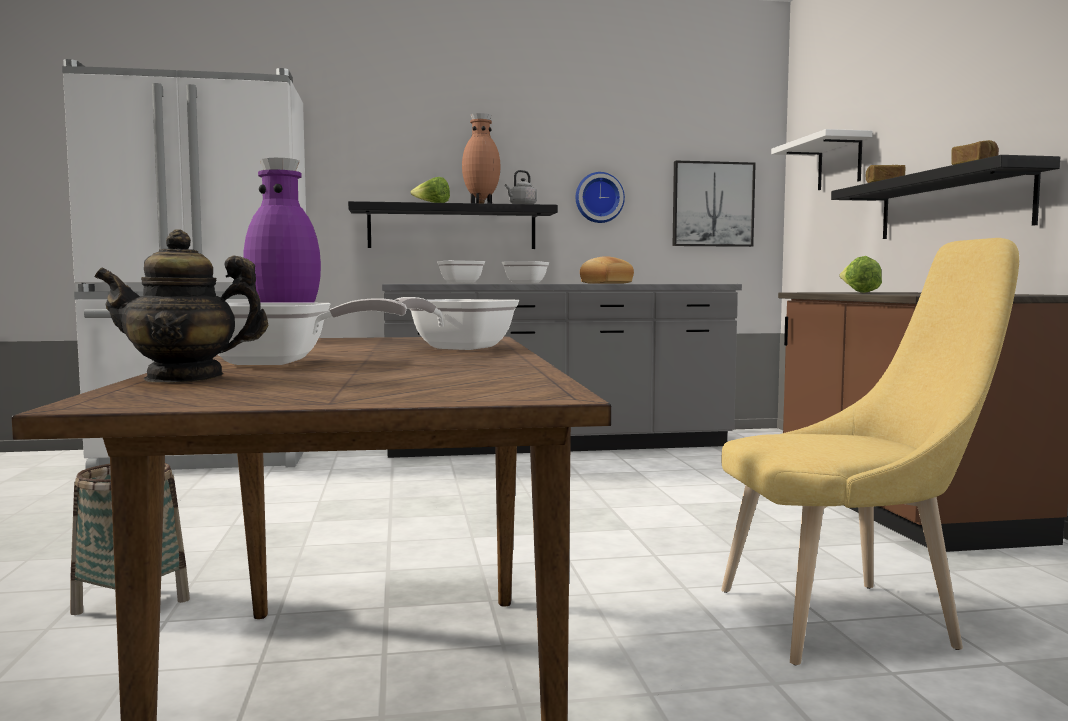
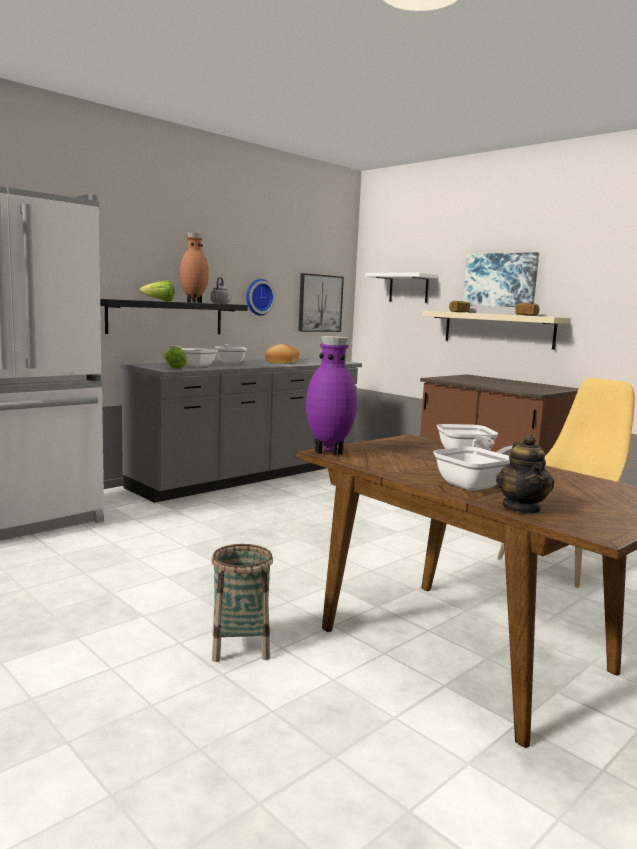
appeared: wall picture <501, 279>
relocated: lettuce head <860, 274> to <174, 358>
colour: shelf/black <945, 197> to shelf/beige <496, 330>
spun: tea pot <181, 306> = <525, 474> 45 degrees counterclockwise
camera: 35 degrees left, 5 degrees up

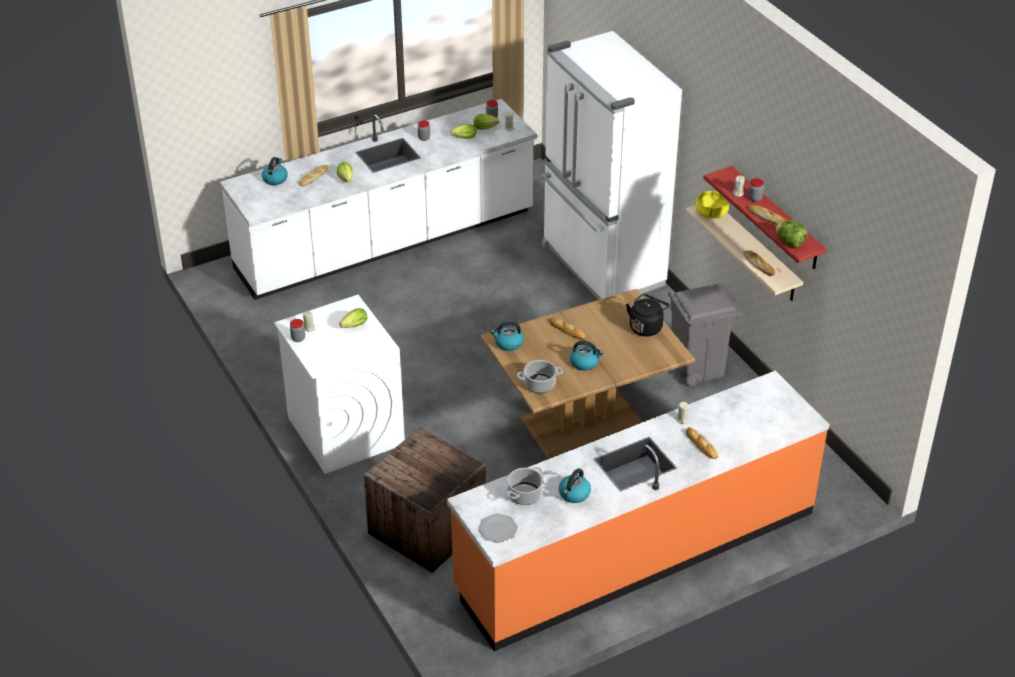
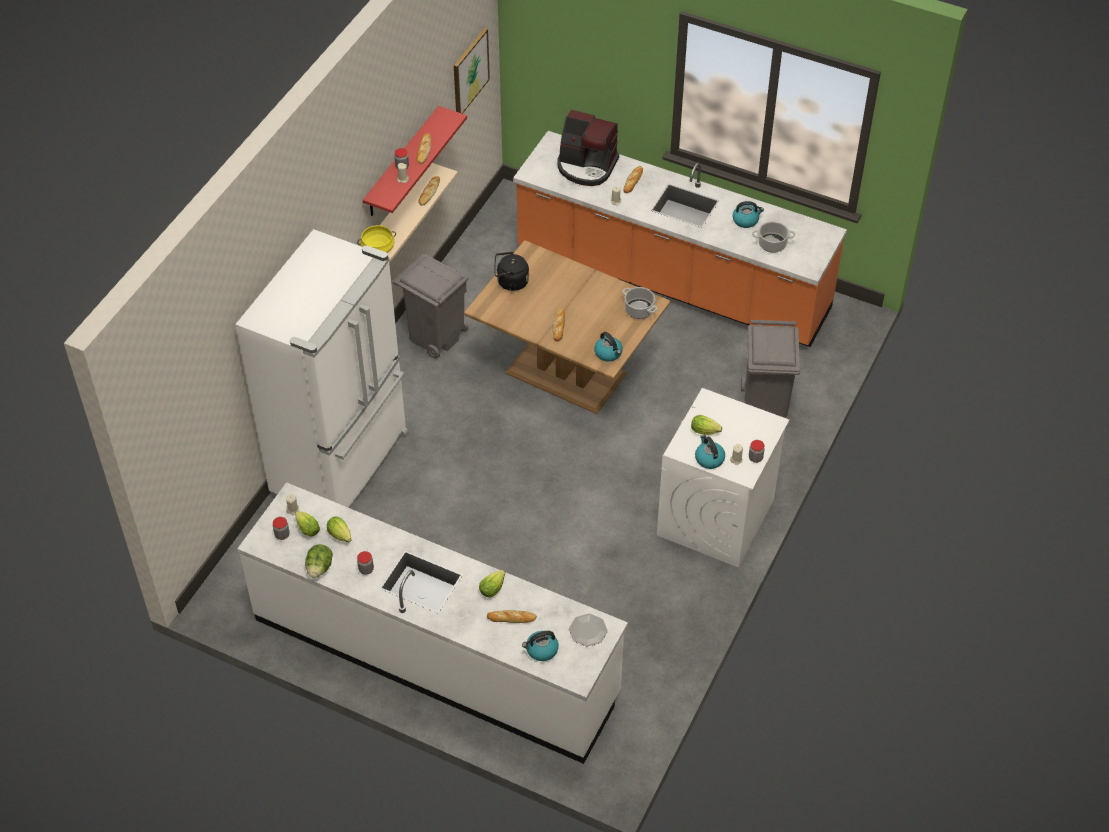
appeared: wall picture <472, 71>; coffee machine <588, 148>
relocated: dinner plate <498, 528> to <588, 630>; tea kettle <587, 356> to <710, 452>; lettuce head <791, 233> to <319, 561>
exchanged: crate <425, 500> to rubbish bin/greyish <770, 368>
camera: 125 degrees left, 10 degrees up

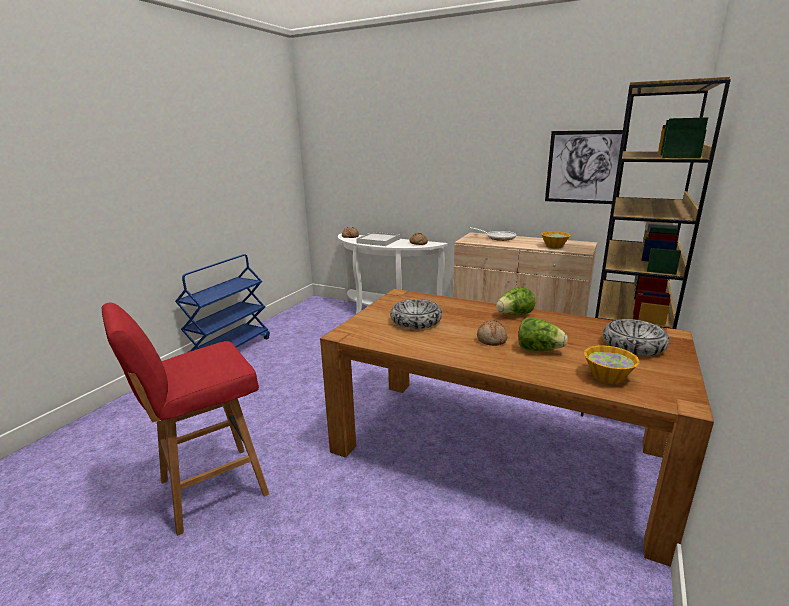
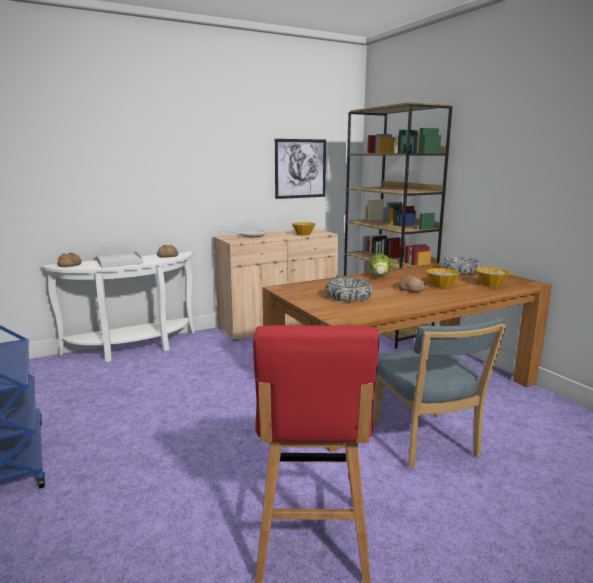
appeared: plain chair/bluish <439, 393>
exchanged: lettuce head <543, 334> to deep dish <443, 278>
camera: 55 degrees left, 5 degrees down

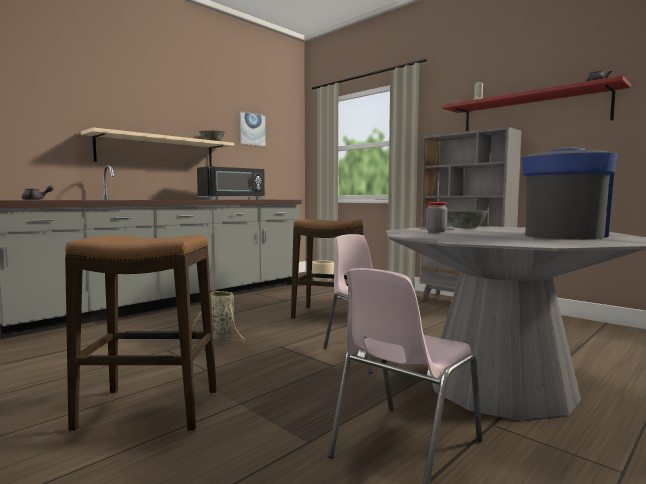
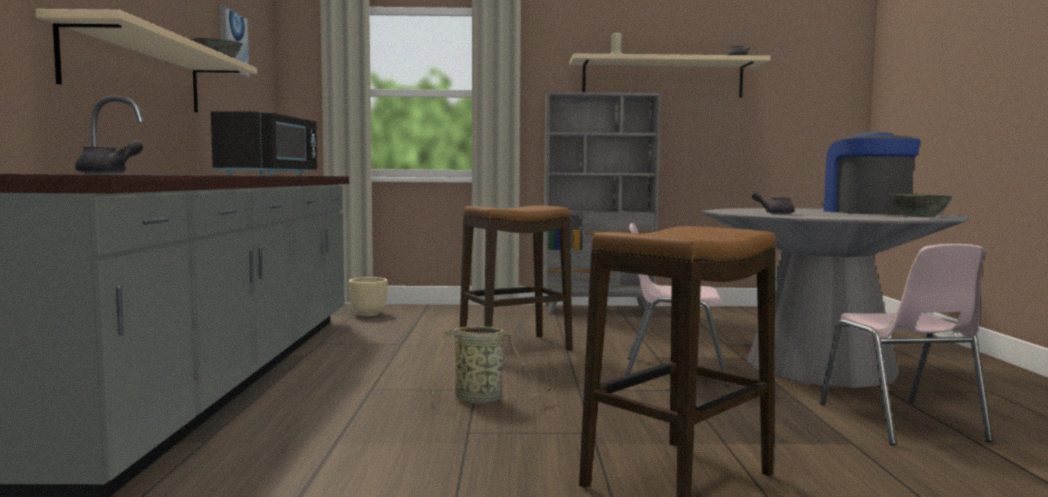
relocated: deep dish/greyish <467, 219> to <919, 205>
exchanged: storage jar <436, 217> to tea pot/greyish <773, 203>
colour: shelf/red <536, 103> to shelf/beige <670, 75>
camera: 45 degrees left, 0 degrees up

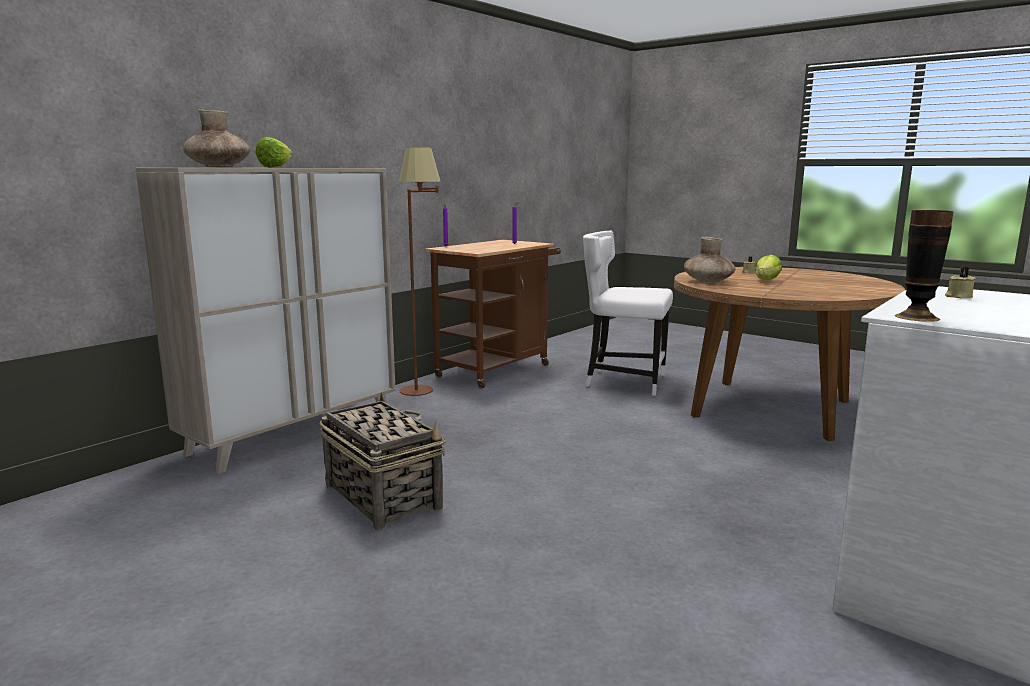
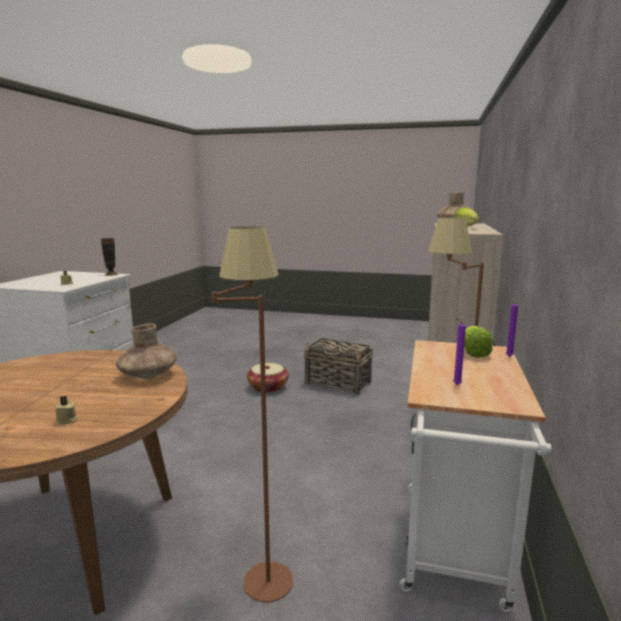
appeared: basket <268, 378>
relocated: lettuce head <768, 267> to <478, 342>
exchanged: plain chair/white-coloured <628, 313> to standing lamp/brown-coloured <252, 414>
colour: cart/brown-coloured <493, 314> to cart/white-coloured <476, 476>
camera: 155 degrees right, 0 degrees up

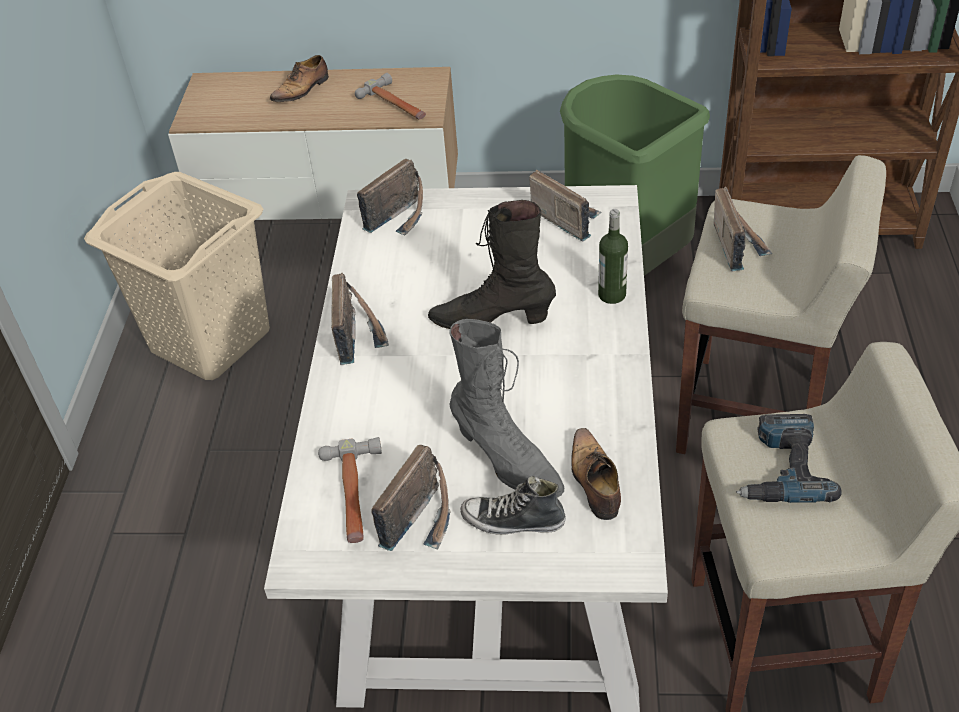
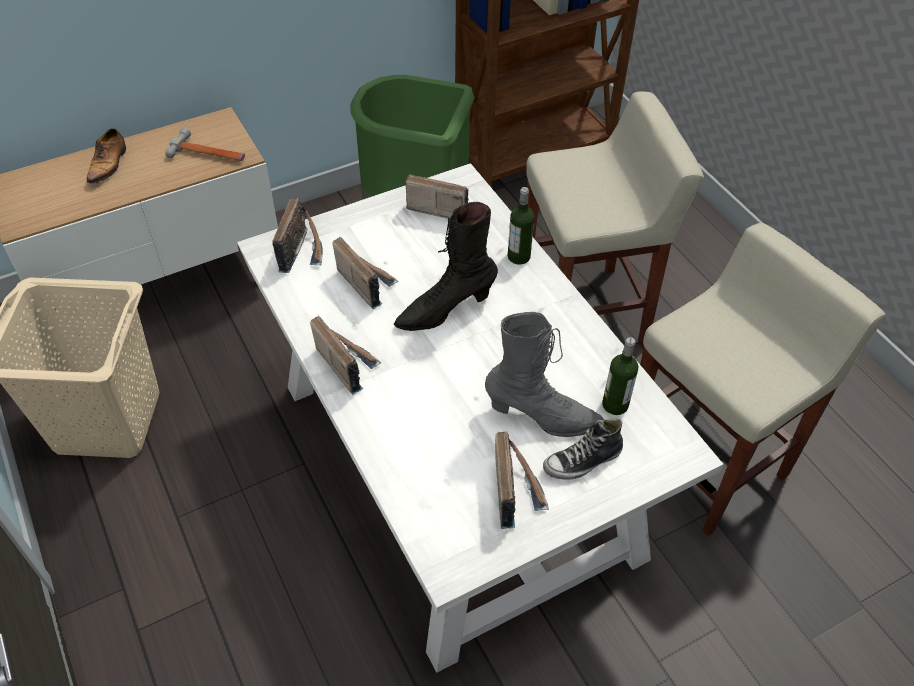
missing: hand hammer <350, 490>; power drill <789, 458>
relocated: radio set <743, 228> to <365, 273>
exchanged: low shoe <596, 474> to drink bottle <620, 376>
camera: 35 degrees left, 5 degrees up

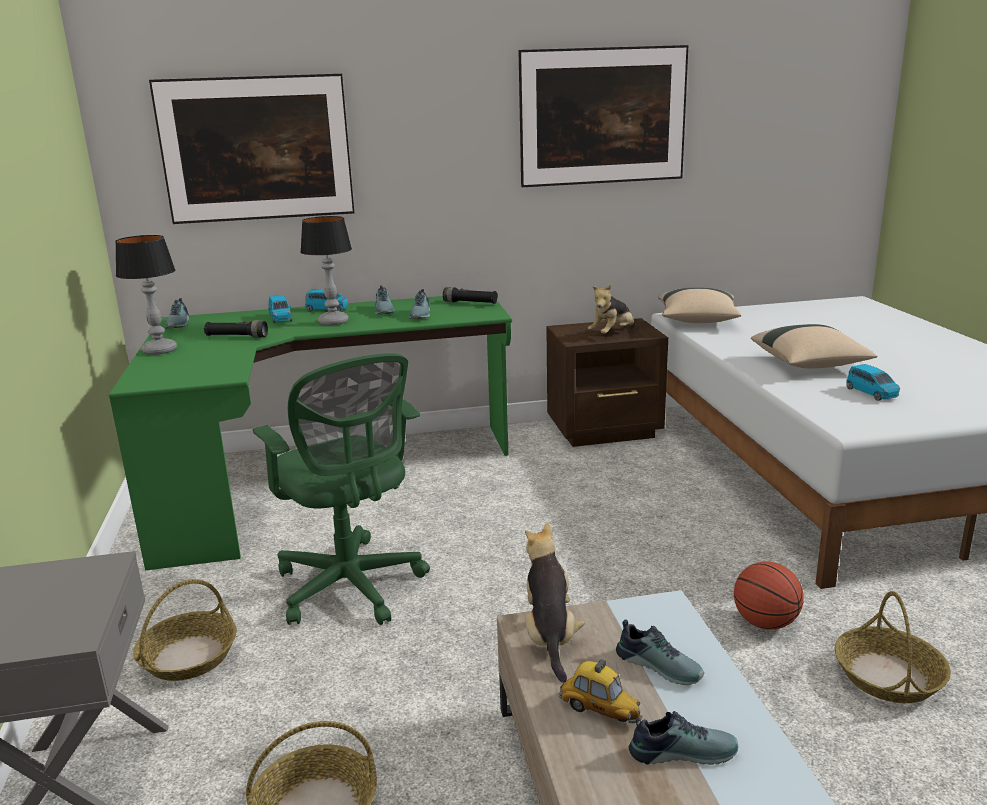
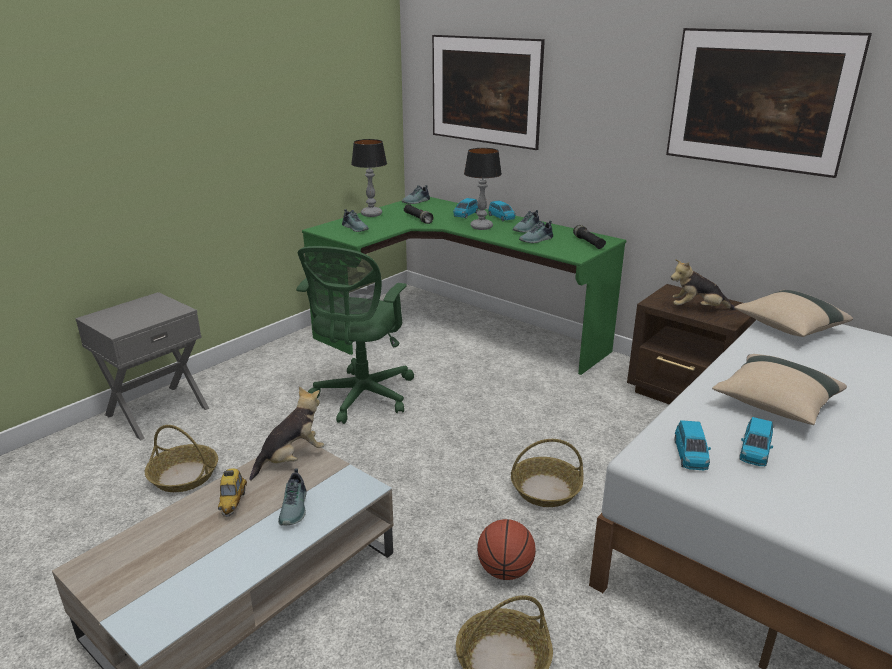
appeared: miniature car/bluish <692, 445>
relocated: basket <185, 630> to <547, 473>; low shoe <683, 738> to <355, 220>
camera: 50 degrees right, 5 degrees up

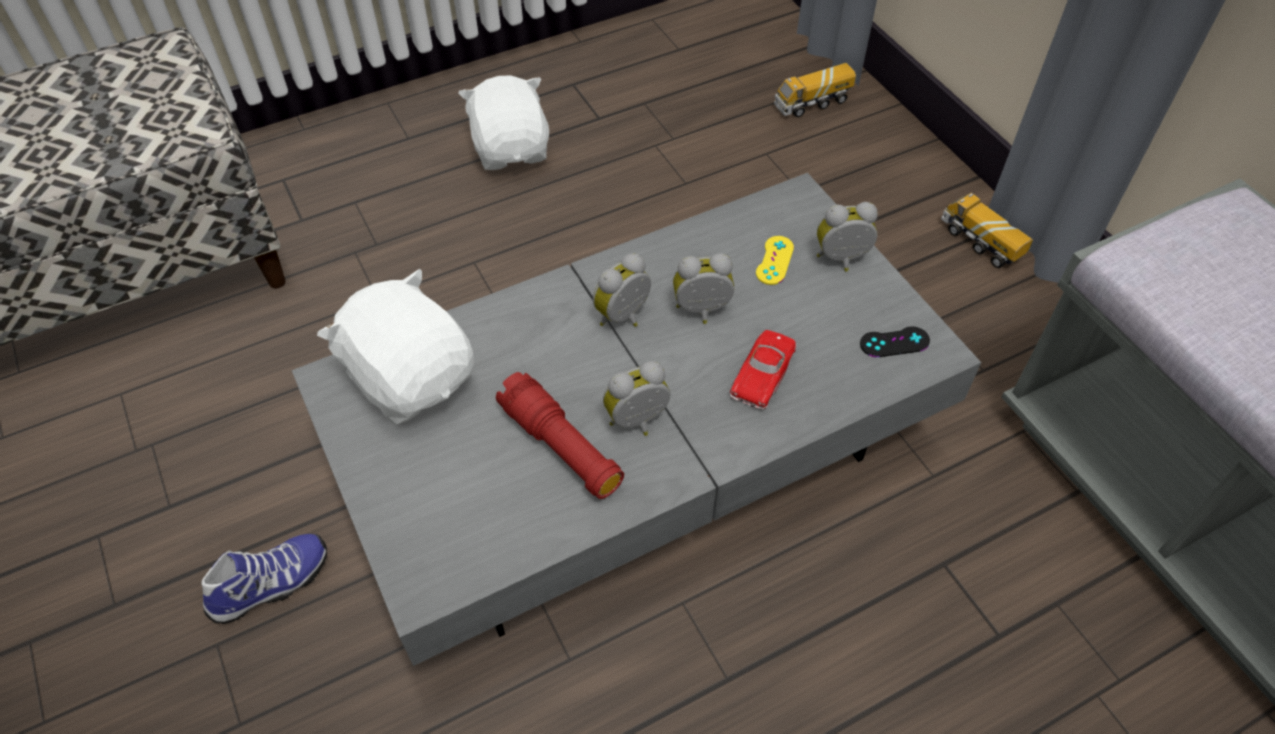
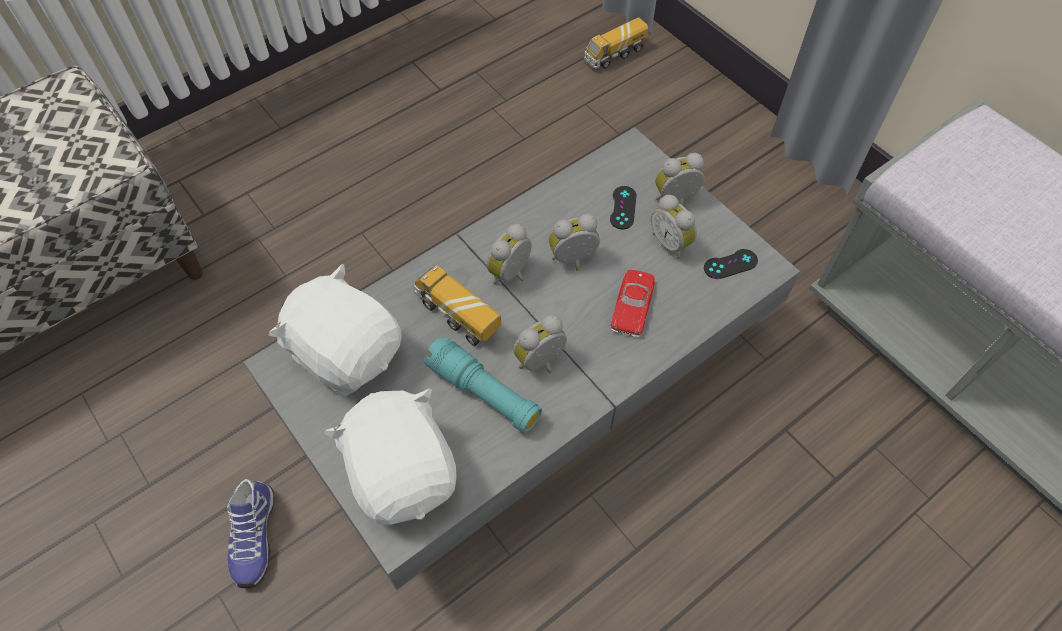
appeared: table clock <674, 227>
relocated: plush toy/white-coloured <503, 122> to <390, 457>; toy truck <987, 230> to <457, 305>
colour: hand torch/red <560, 435> to hand torch/turquoise <483, 385>; joypad/yellowish <775, 260> to joypad/black <623, 207>
spun: low shoe <264, 579> = <250, 533> 135 degrees clockwise
camera: 10 degrees left, 5 degrees up

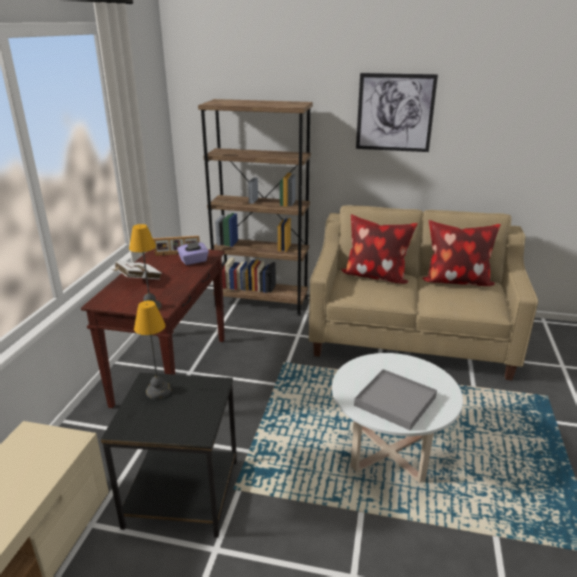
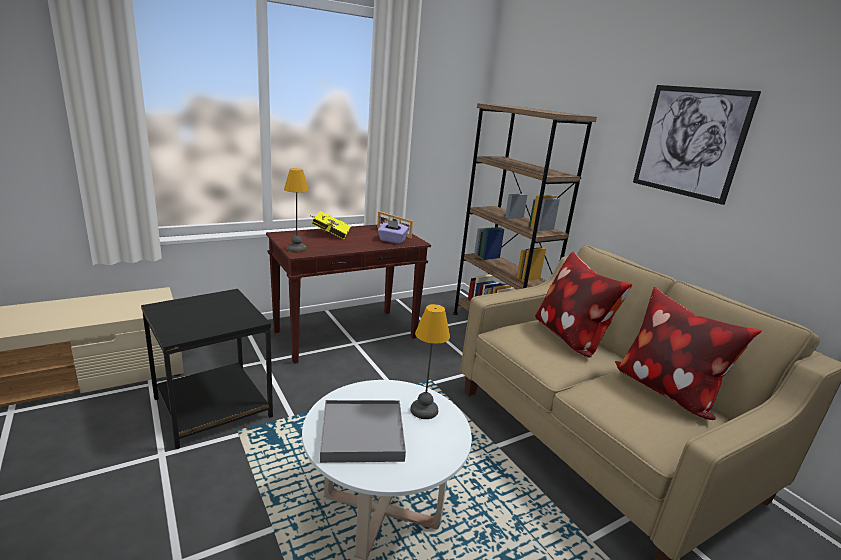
relocated: table lamp <152, 350> to <430, 361>
colour: volume/white-coloured <136, 270> to volume/yellowish <331, 225>
camera: 45 degrees right, 5 degrees down

